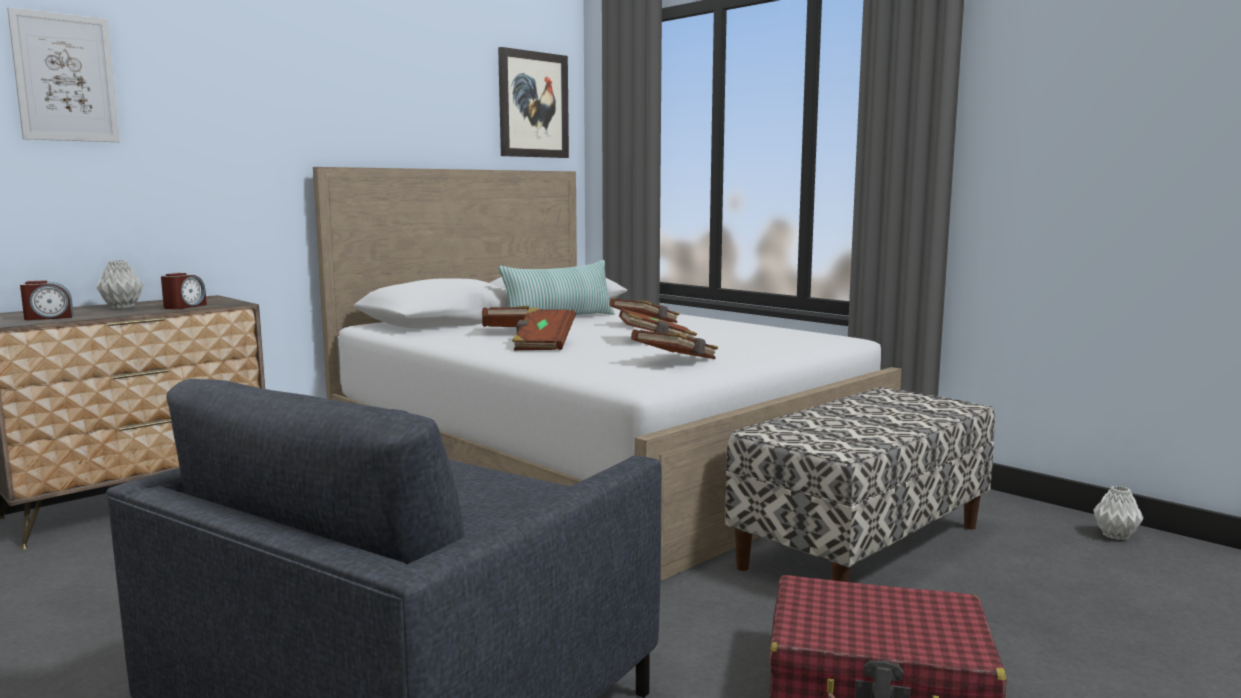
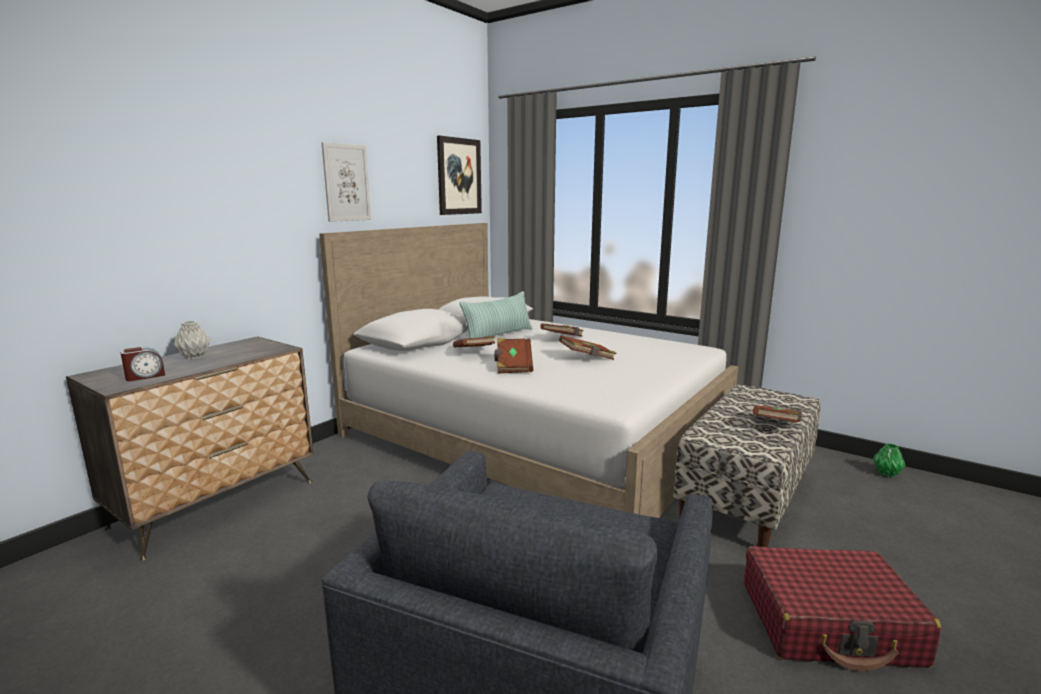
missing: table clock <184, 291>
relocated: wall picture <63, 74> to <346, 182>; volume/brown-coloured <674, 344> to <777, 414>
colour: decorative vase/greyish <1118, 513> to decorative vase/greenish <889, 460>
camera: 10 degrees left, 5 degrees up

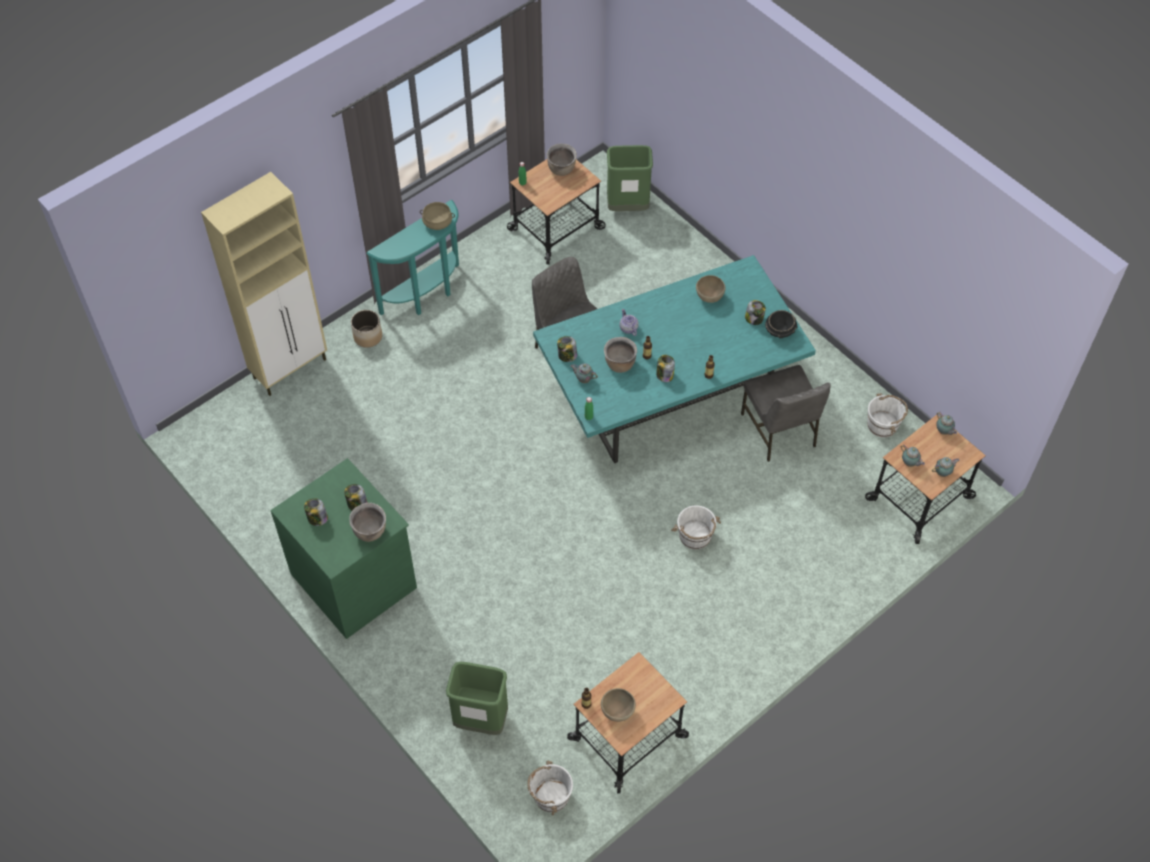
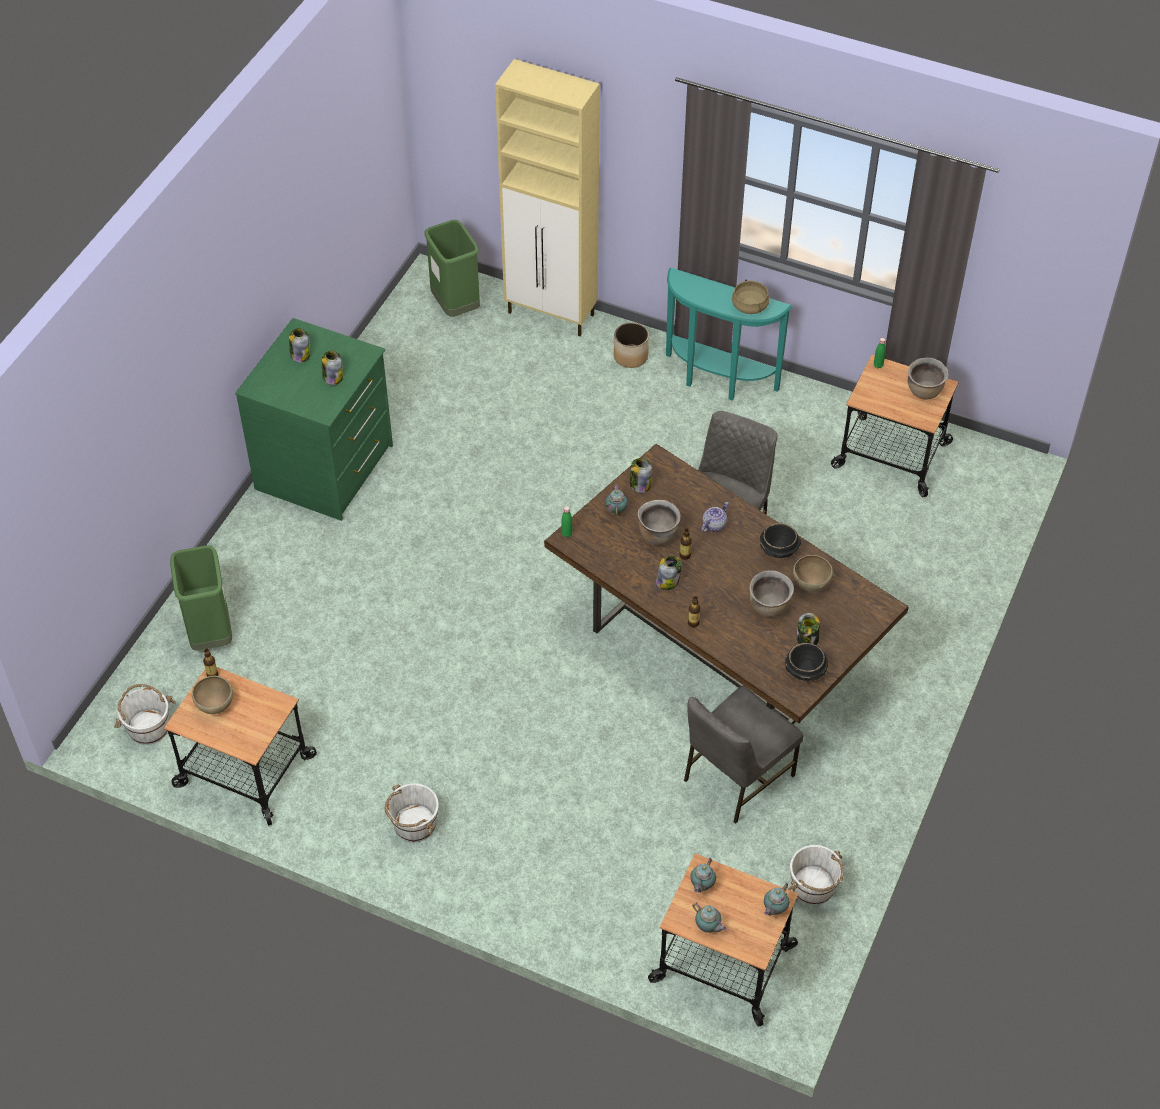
appeared: deep dish/black <780, 540>
relocated: cooking pot/brown-coloured <367, 522> to <772, 593>; rubbish bin/greenish <630, 178> to <452, 268>; pail/white-coloured <696, 527> to <412, 812>
colour: dining table/turquoise <674, 359> to dining table/brown-coloured <726, 584>
camera: 65 degrees right, 5 degrees down

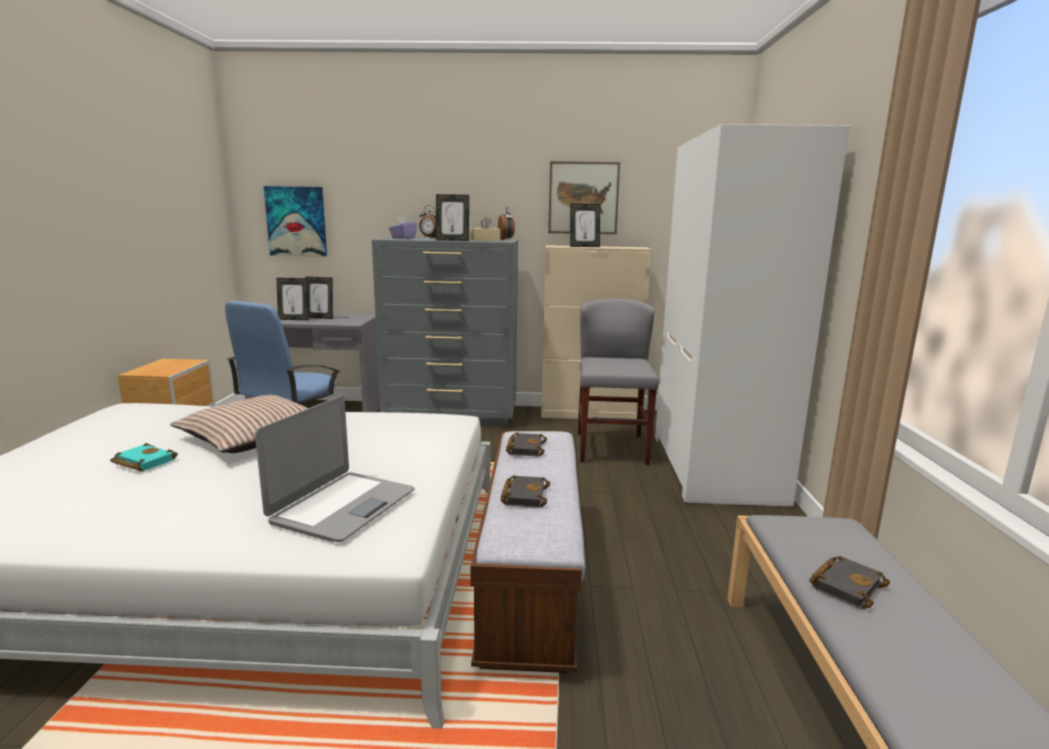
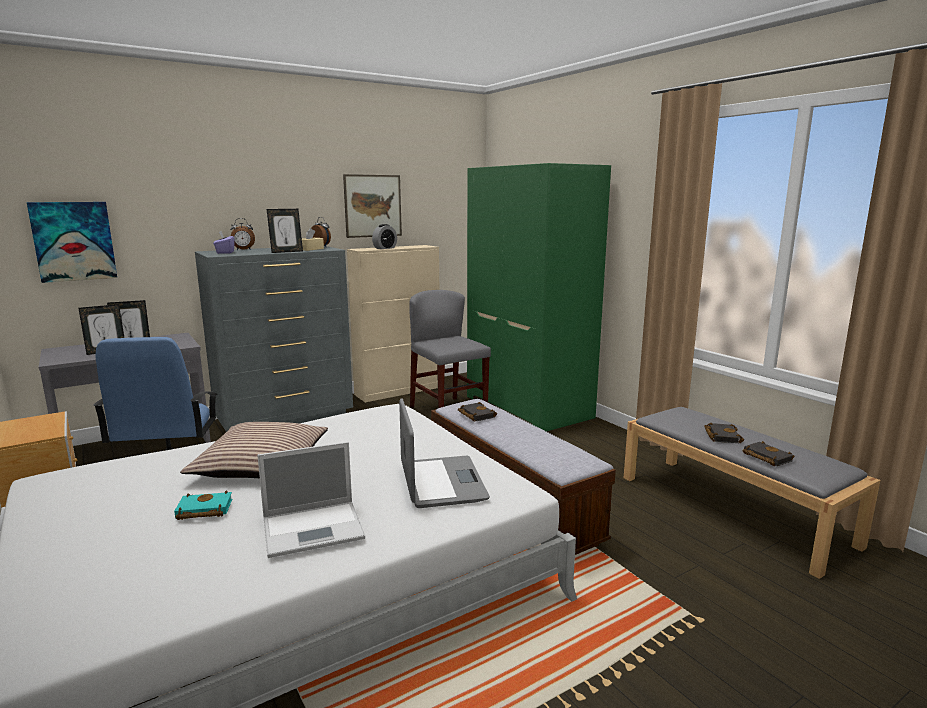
appeared: notebook computer <311, 500>
relocated: volume/black <525, 491> to <768, 453>
exchanged: standing frame <585, 225> to table clock <384, 236>
colour: armoire/white-coloured <752, 315> to armoire/greenish <539, 297>
camera: 35 degrees left, 0 degrees up

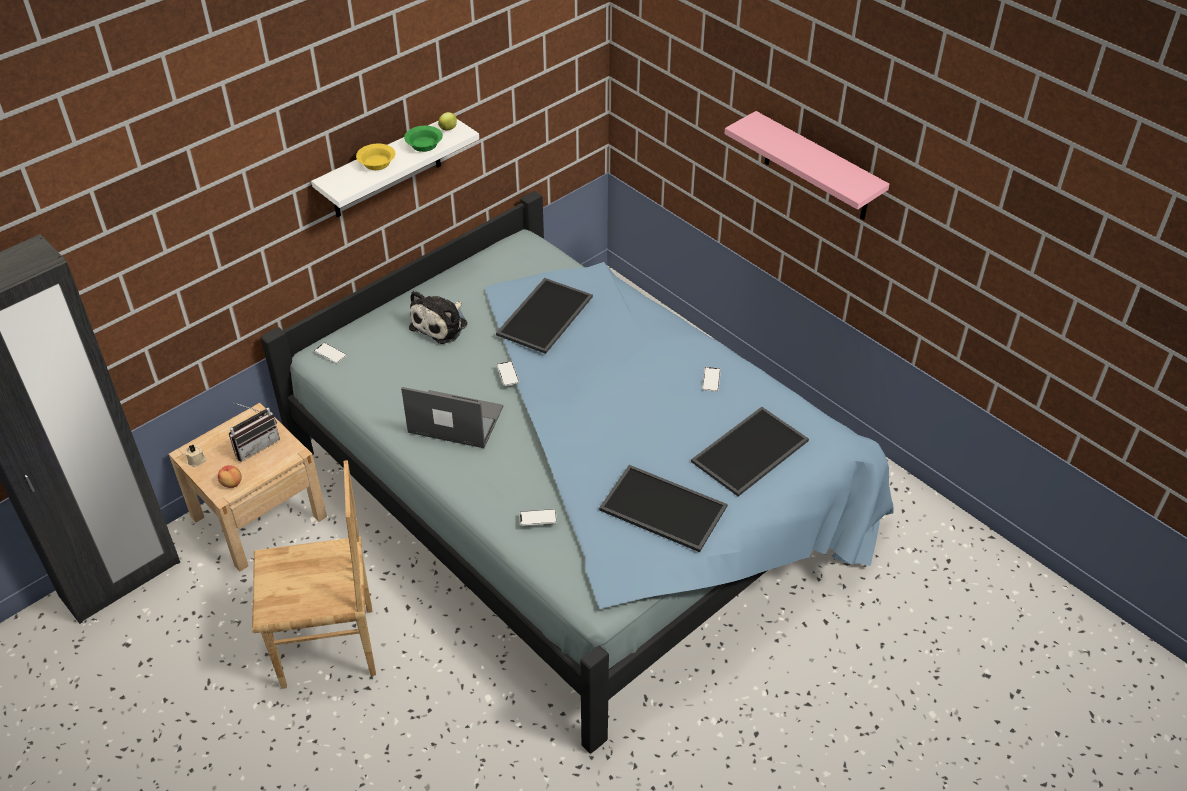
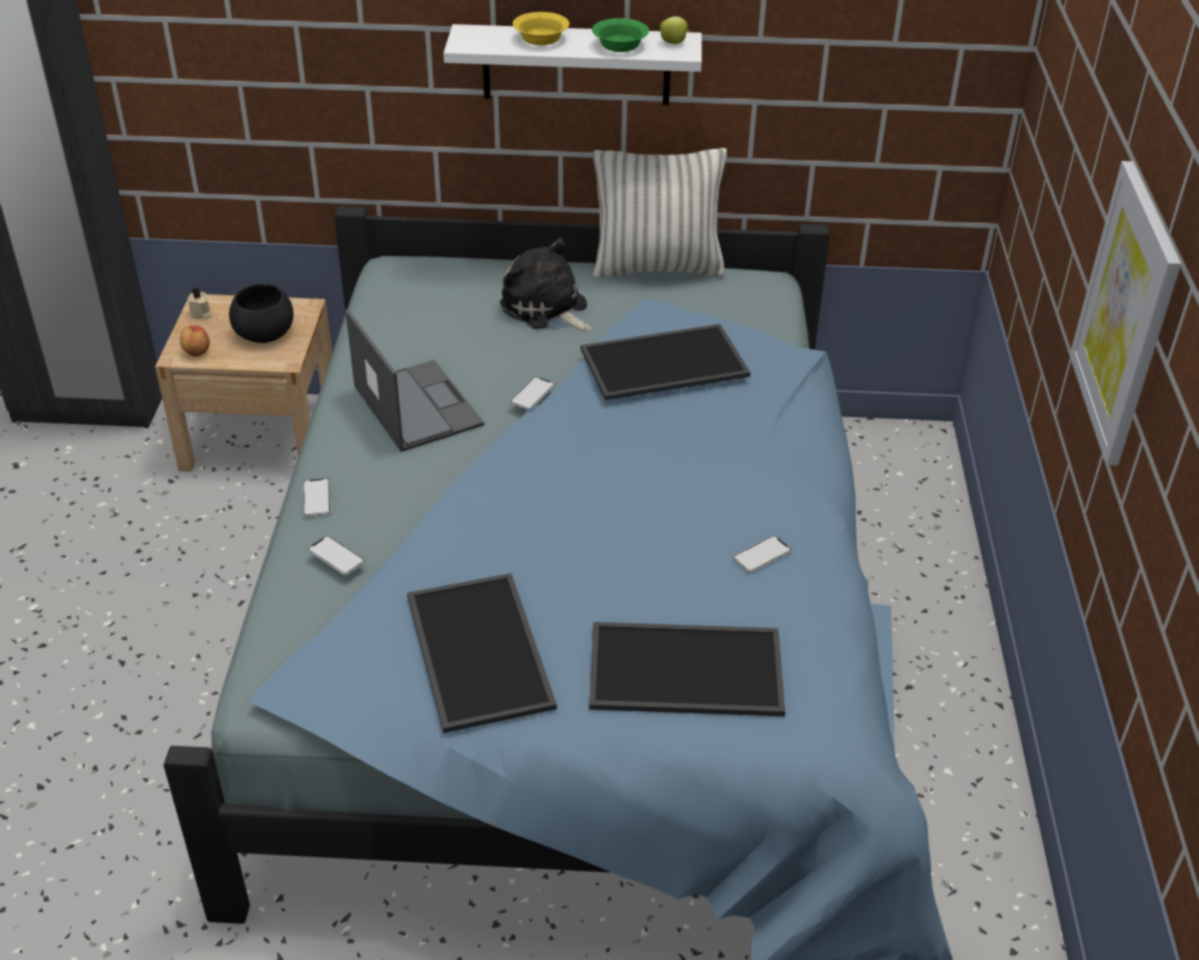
missing: plain chair/brown-coloured <314, 574>
appeared: pillow <660, 213>
relocated: phone <330, 353> to <317, 497>
exchanged: radio set <254, 432> to deep dish/black <261, 313>; shelf/pink-coloured <806, 165> to wall picture <1125, 313>
spun: plush toy <438, 317> = <546, 284> 60 degrees clockwise
camera: 45 degrees right, 5 degrees down

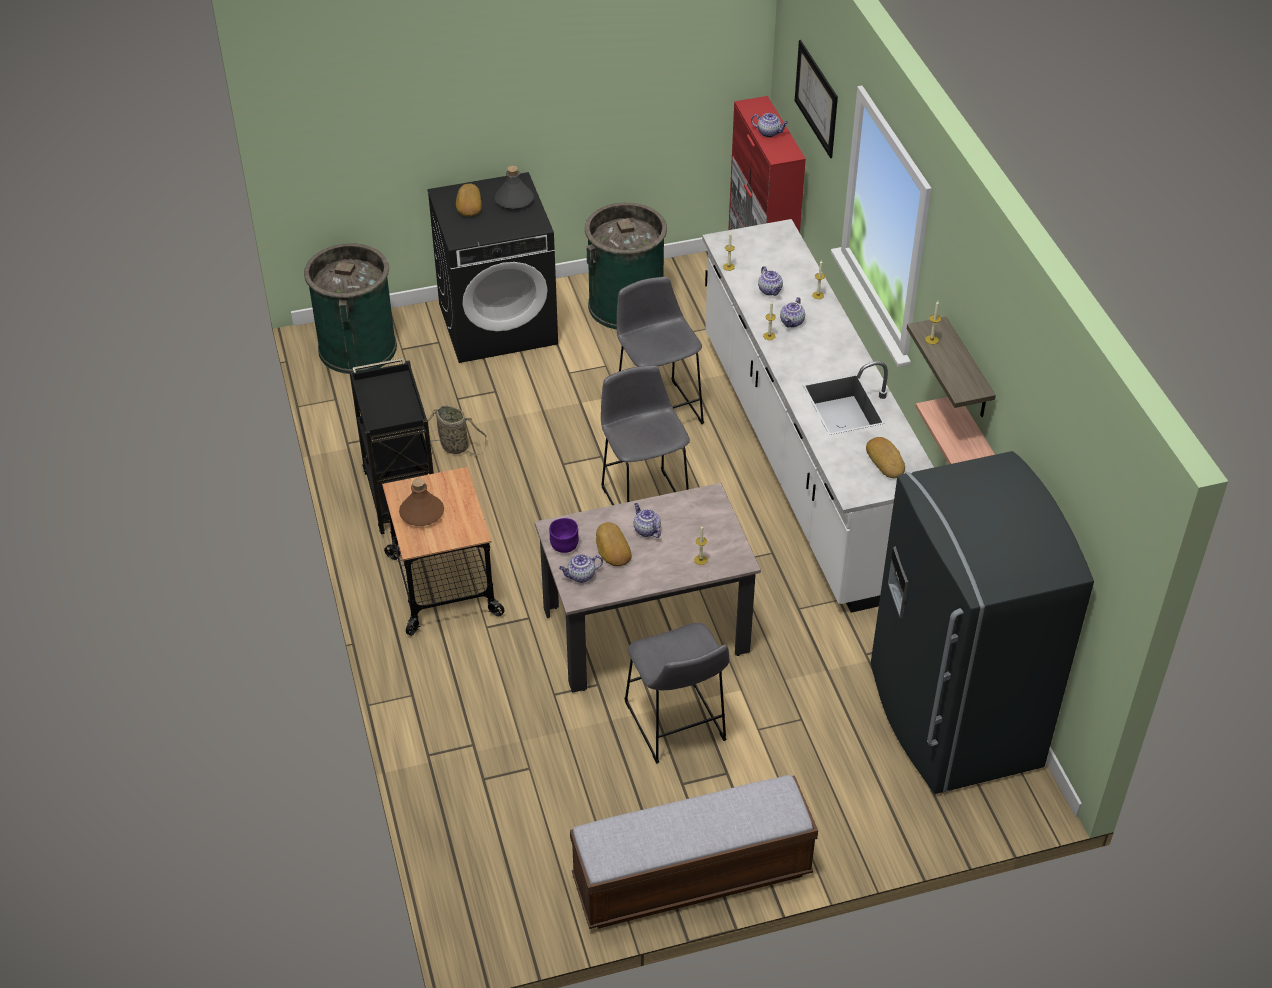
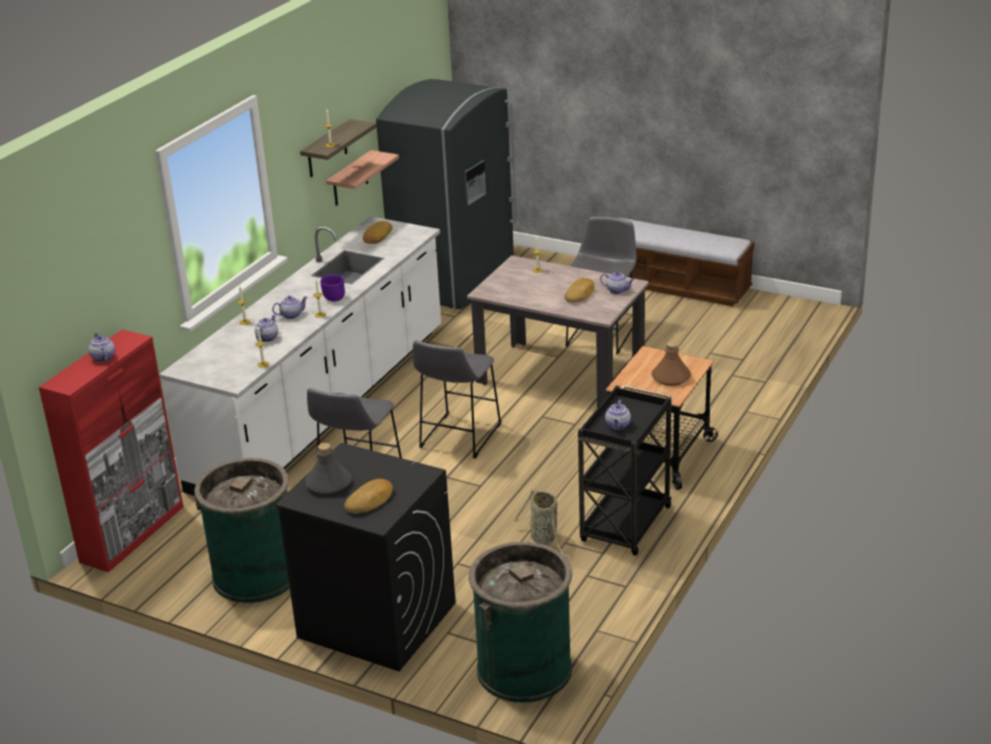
missing: wall picture <816, 99>
relocated: deep dish/purple <564, 535> to <332, 288>; tea pot <647, 520> to <618, 415>
camera: 135 degrees left, 15 degrees down

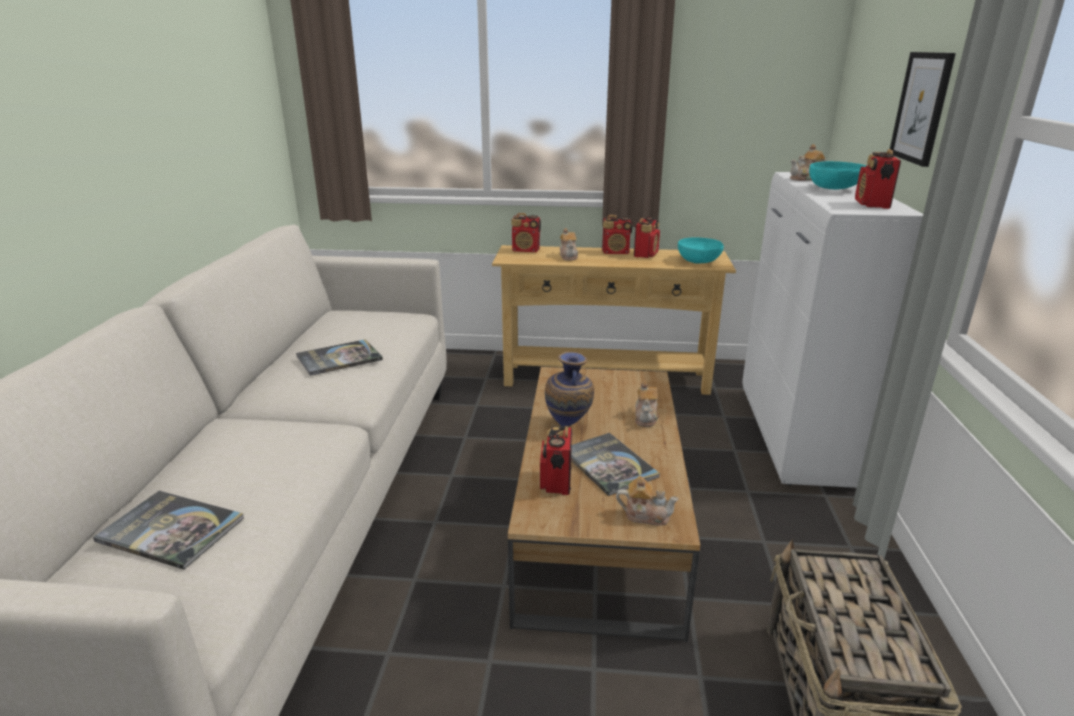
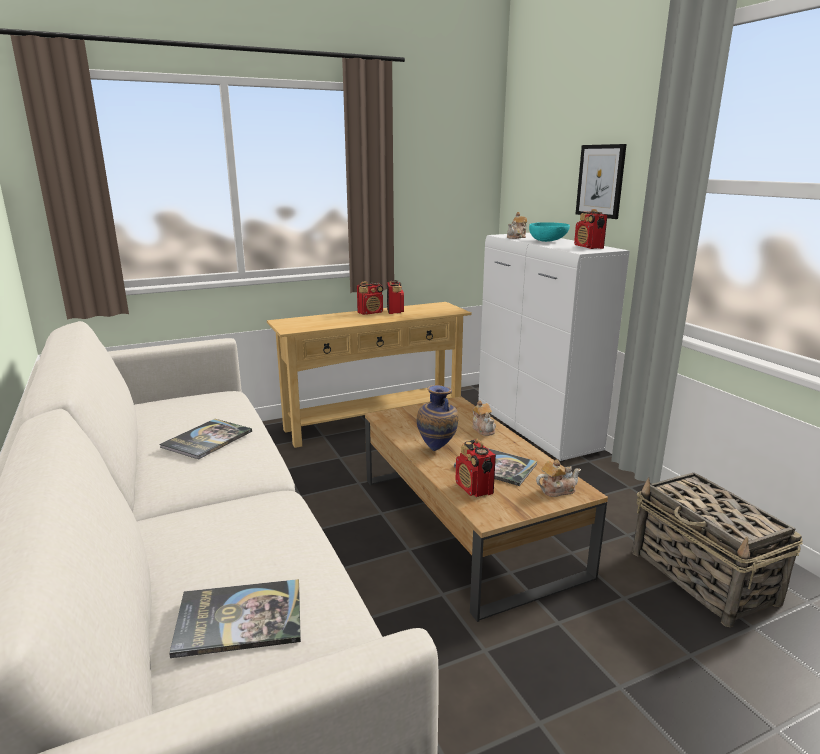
missing: radio set <526, 232>; tea pot <569, 244>; deep dish/turquoise <701, 250>
camera: 30 degrees left, 5 degrees down

